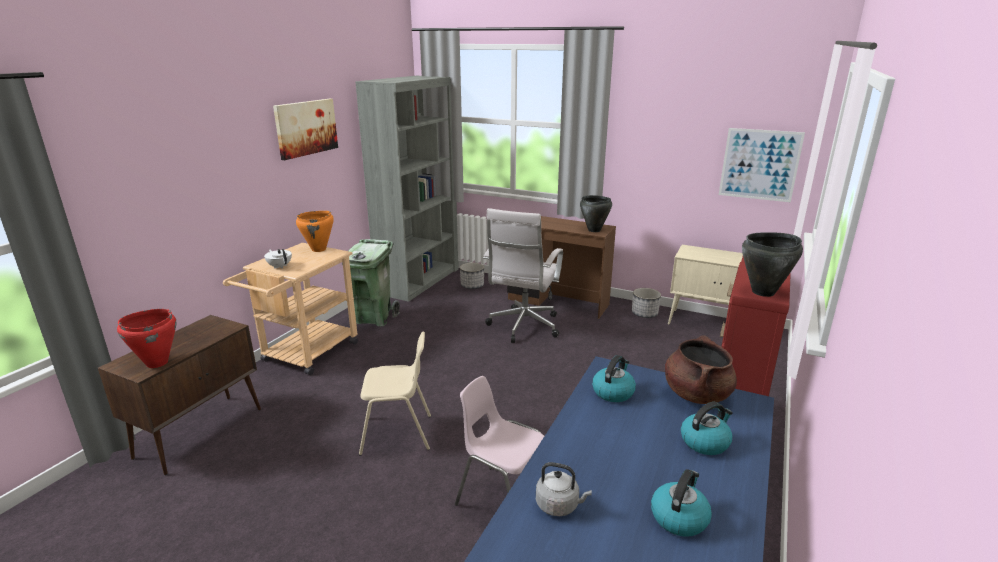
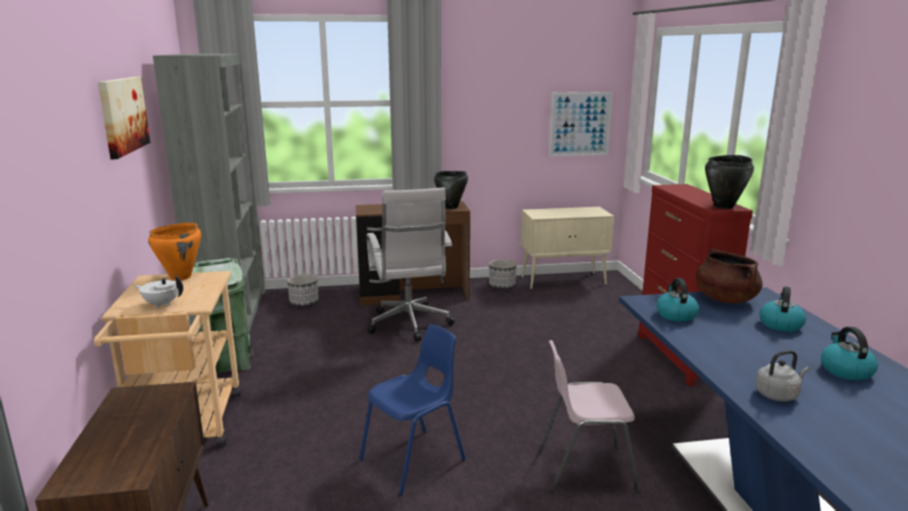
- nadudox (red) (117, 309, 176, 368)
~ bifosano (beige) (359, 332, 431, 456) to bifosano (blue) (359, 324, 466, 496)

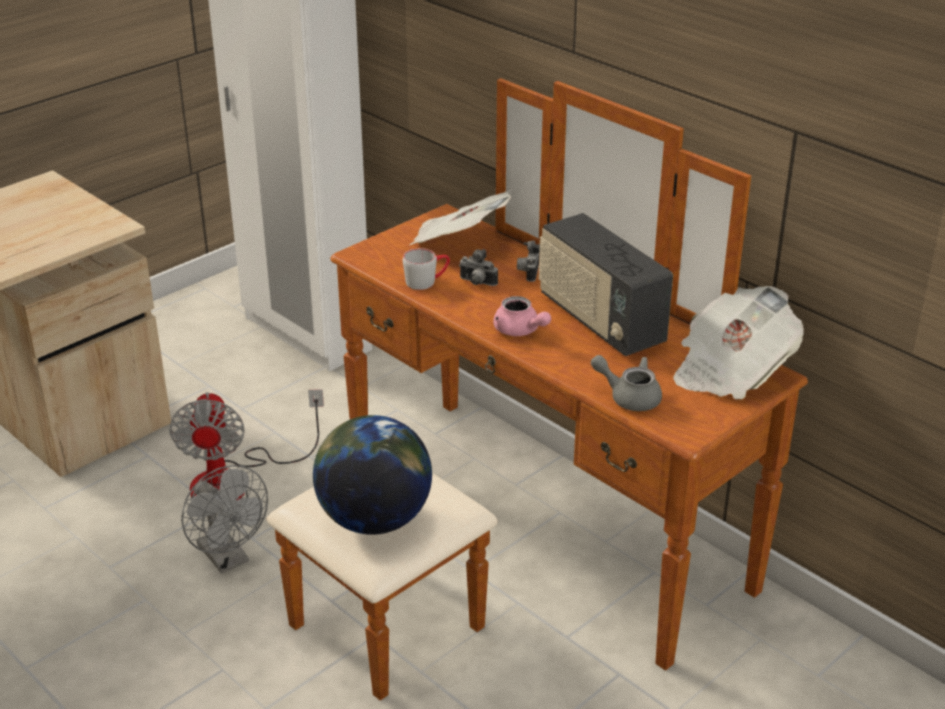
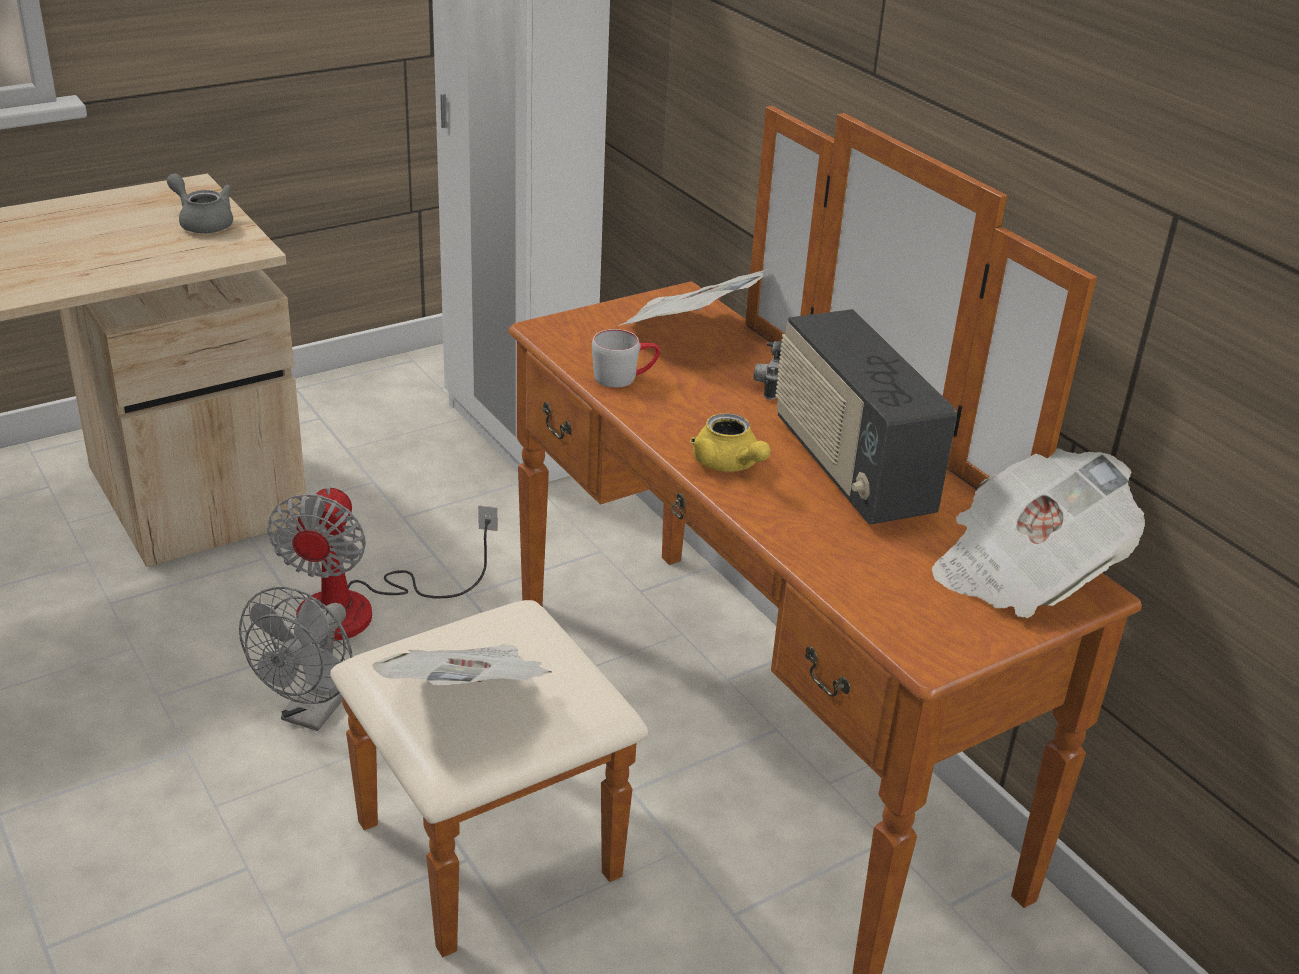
- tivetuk (459, 249, 498, 286)
~ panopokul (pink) (493, 296, 551, 336) to panopokul (yellow) (690, 413, 771, 472)
~ panopokul (grey) (591, 355, 662, 411) to (167, 173, 233, 233)
~ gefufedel (313, 415, 432, 535) to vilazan (372, 644, 552, 686)
~ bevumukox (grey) (181, 465, 268, 574) = (239, 587, 352, 731) 45 degrees clockwise

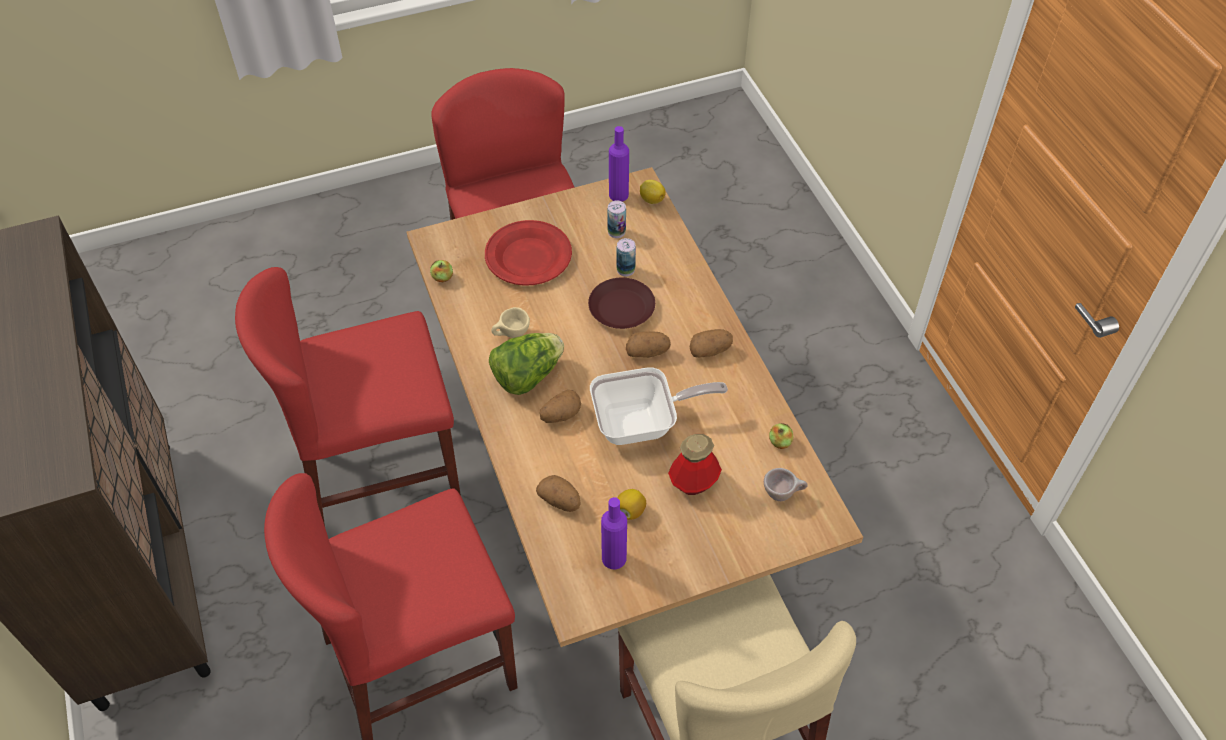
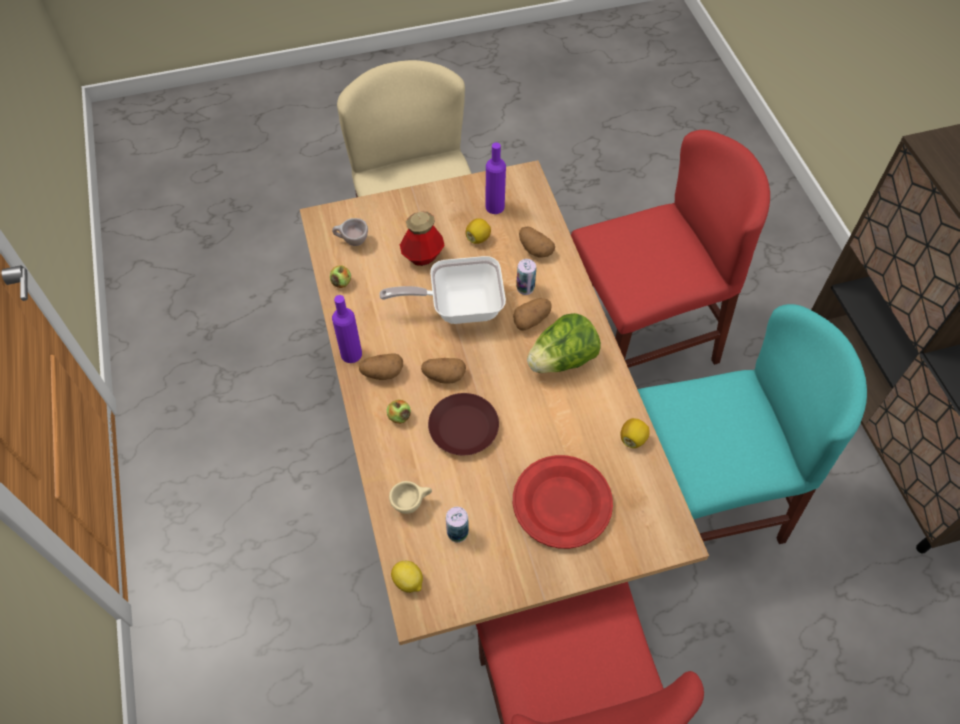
~ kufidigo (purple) (609, 126, 629, 202) to (332, 295, 362, 363)
~ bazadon (616, 238, 636, 276) to (516, 259, 536, 295)
~ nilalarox (430, 260, 453, 282) to (387, 399, 411, 424)
~ bifosano (red) (235, 267, 461, 526) to bifosano (turquoise) (637, 304, 867, 544)
~ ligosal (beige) (491, 307, 530, 338) to (389, 481, 432, 514)
+ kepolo (620, 418, 650, 448)

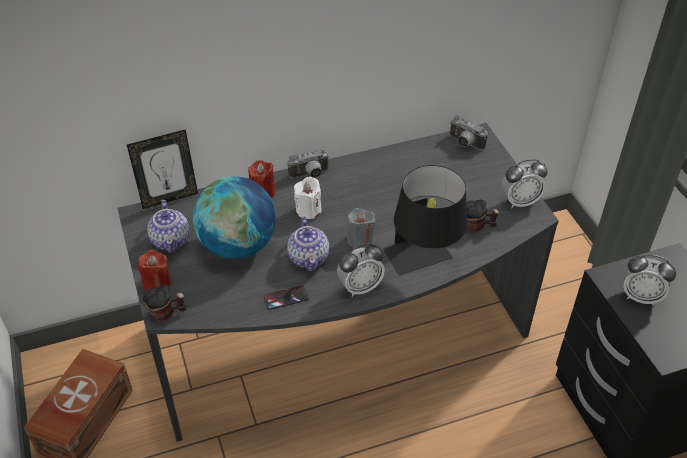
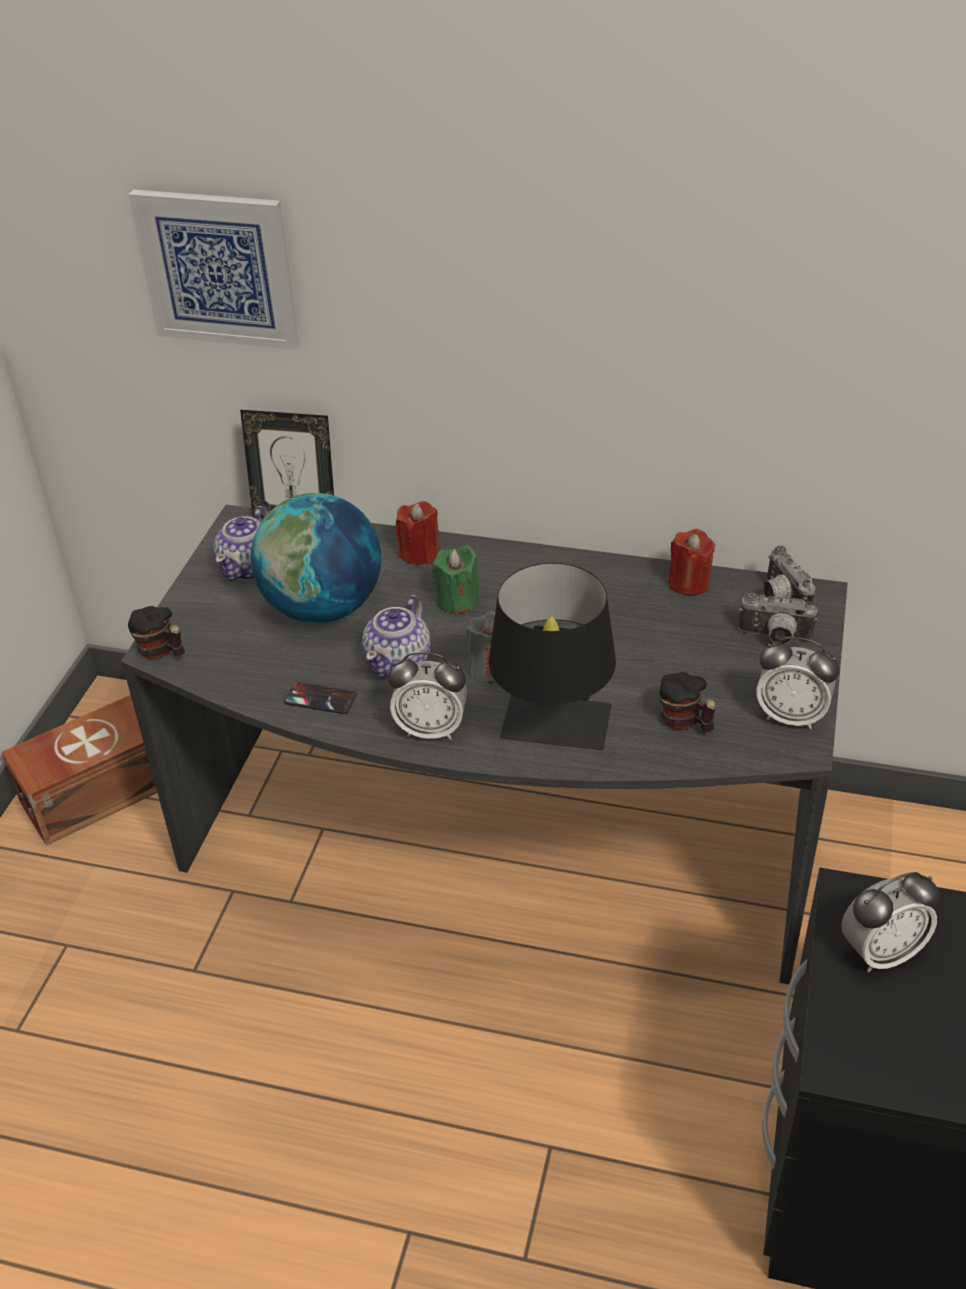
~ tivetuk (288, 150, 329, 179) to (738, 592, 818, 644)
~ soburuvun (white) (294, 177, 322, 219) to soburuvun (green) (431, 545, 481, 615)
~ soburuvun (red) (138, 250, 171, 292) to (668, 529, 715, 595)
~ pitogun (623, 254, 676, 306) = (841, 872, 940, 972) 75 degrees counterclockwise
+ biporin (128, 189, 299, 350)

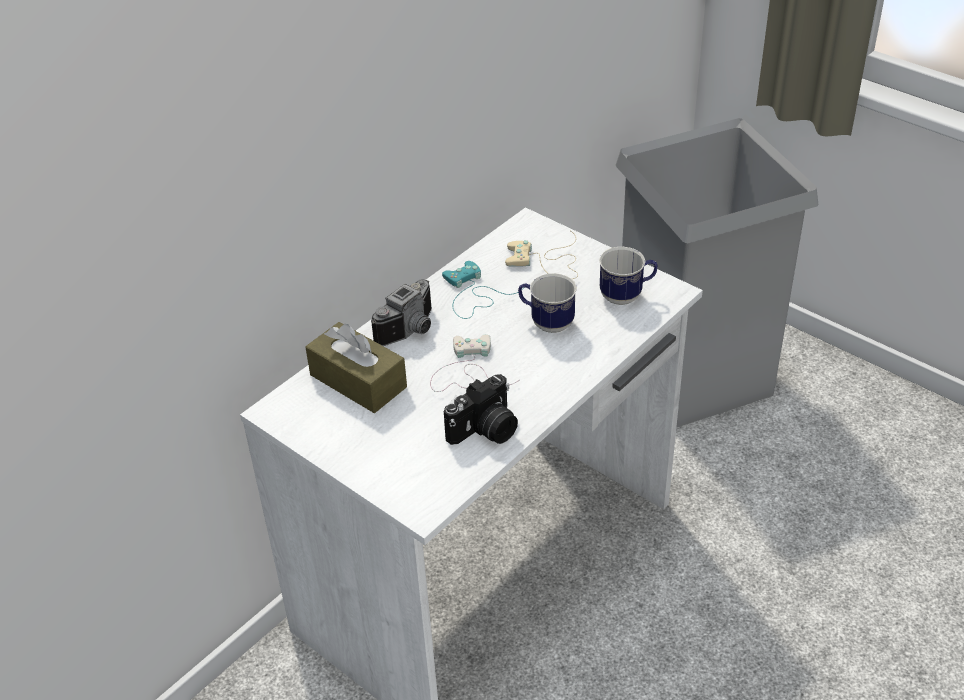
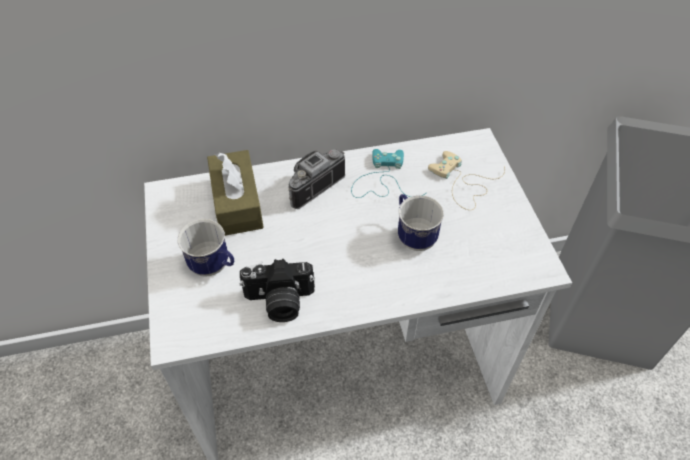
~ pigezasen (599, 247, 658, 305) to (177, 219, 234, 277)
~ tivetuk (371, 279, 432, 346) = (288, 149, 345, 209) 150 degrees clockwise
- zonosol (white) (430, 334, 519, 392)

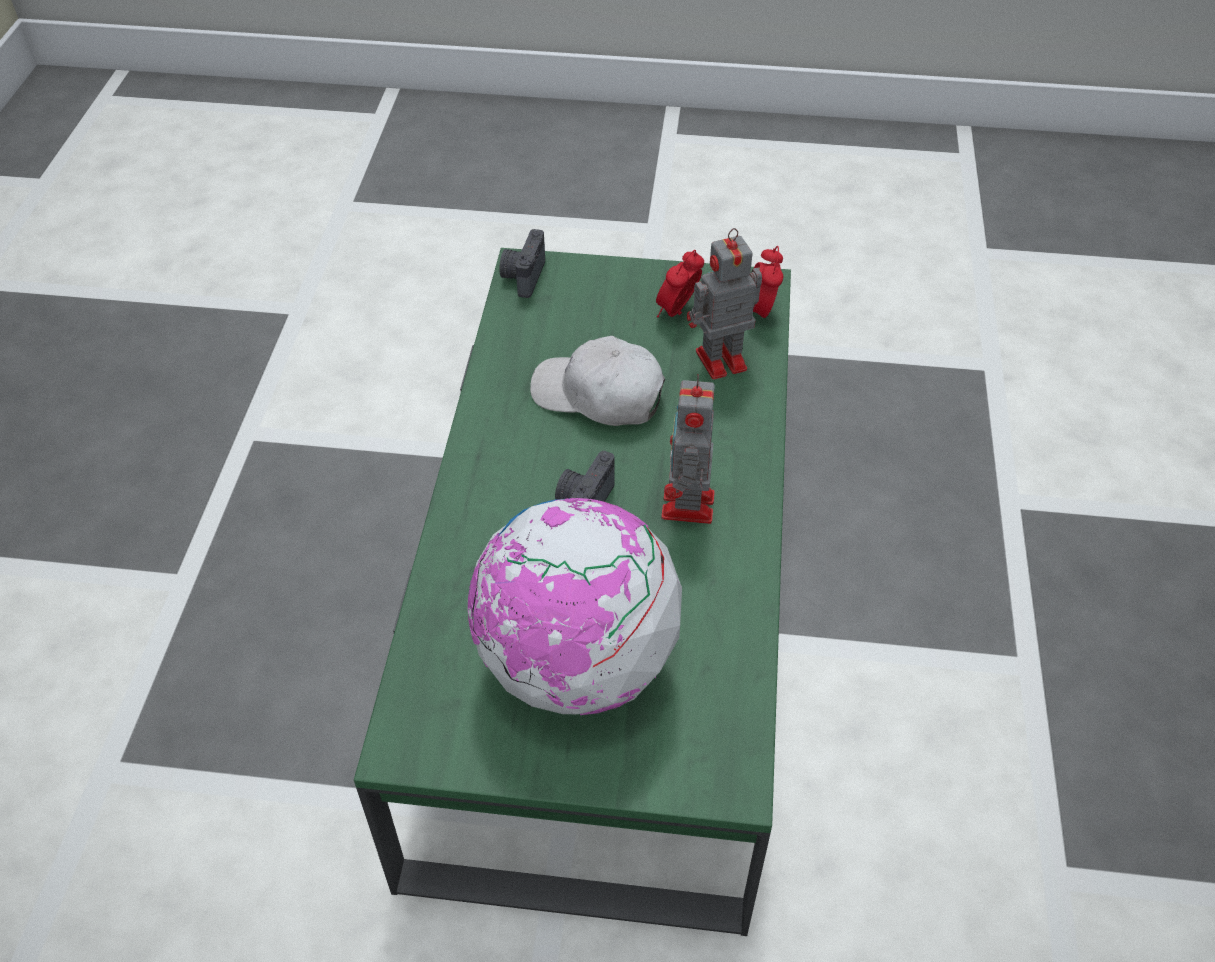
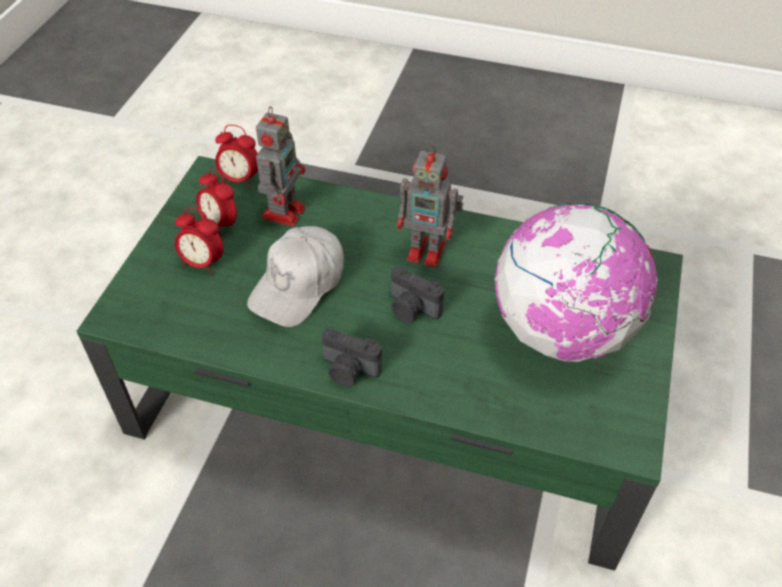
~ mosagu (687, 228, 762, 379) = (256, 106, 306, 226) 150 degrees counterclockwise
~ tivetuk (499, 229, 545, 298) to (322, 328, 382, 387)
+ pitogun (175, 207, 224, 275)

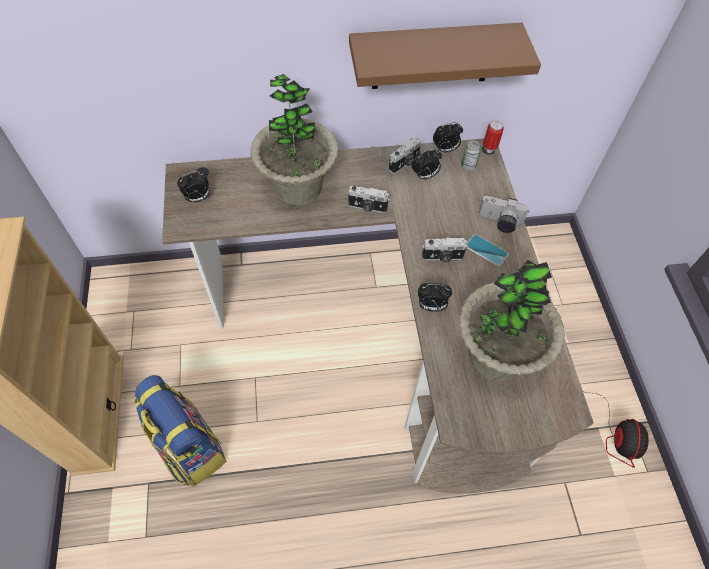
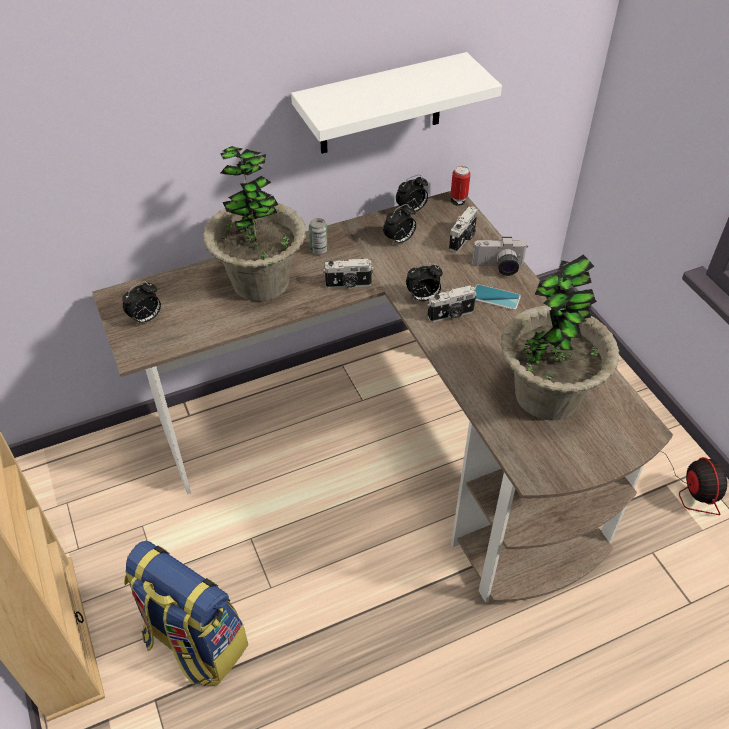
~ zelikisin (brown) (349, 22, 541, 89) to zelikisin (white) (291, 52, 502, 154)
~ tivetuk (389, 137, 421, 174) to (449, 206, 478, 253)
~ bazadon (461, 140, 481, 171) to (309, 218, 328, 254)
~ pitogun (418, 283, 452, 312) to (406, 263, 443, 301)

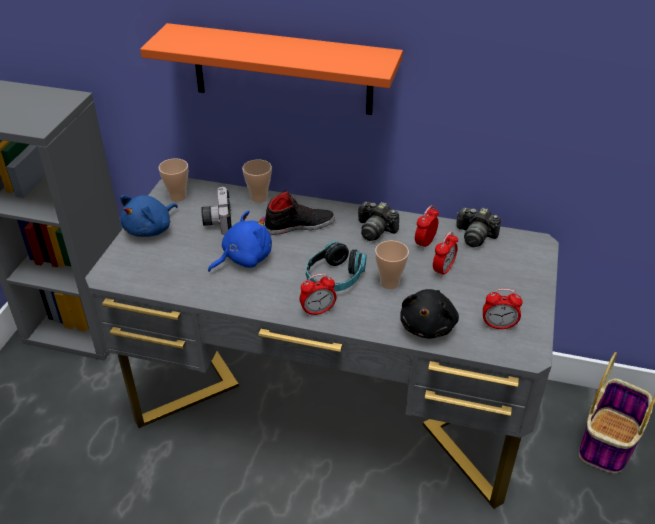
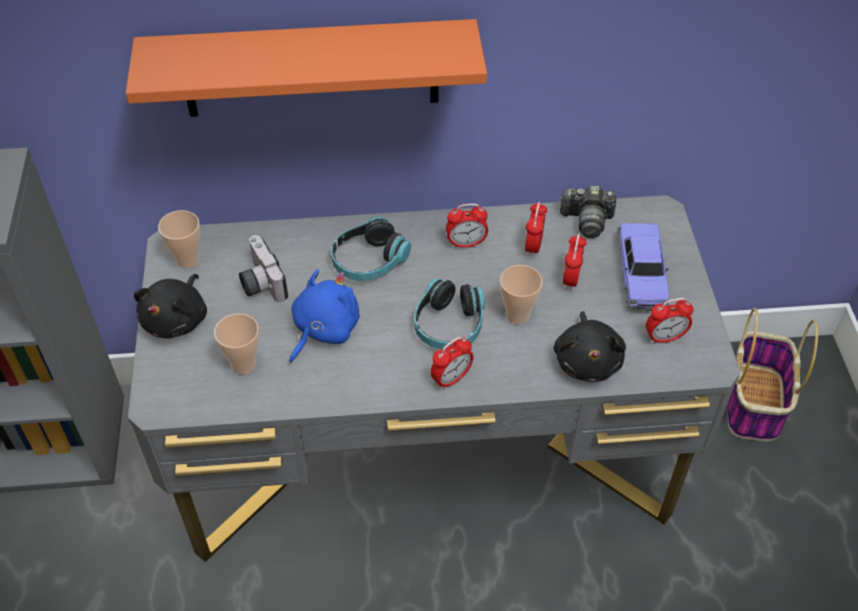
~ ligosal (242, 160, 272, 203) to (214, 314, 259, 374)
~ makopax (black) (265, 190, 335, 235) to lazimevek (331, 216, 411, 281)
~ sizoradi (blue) (120, 195, 178, 237) to sizoradi (black) (134, 274, 207, 338)
~ tivetuk (358, 201, 399, 241) to pitogun (446, 203, 488, 248)
+ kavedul (618, 223, 669, 311)

